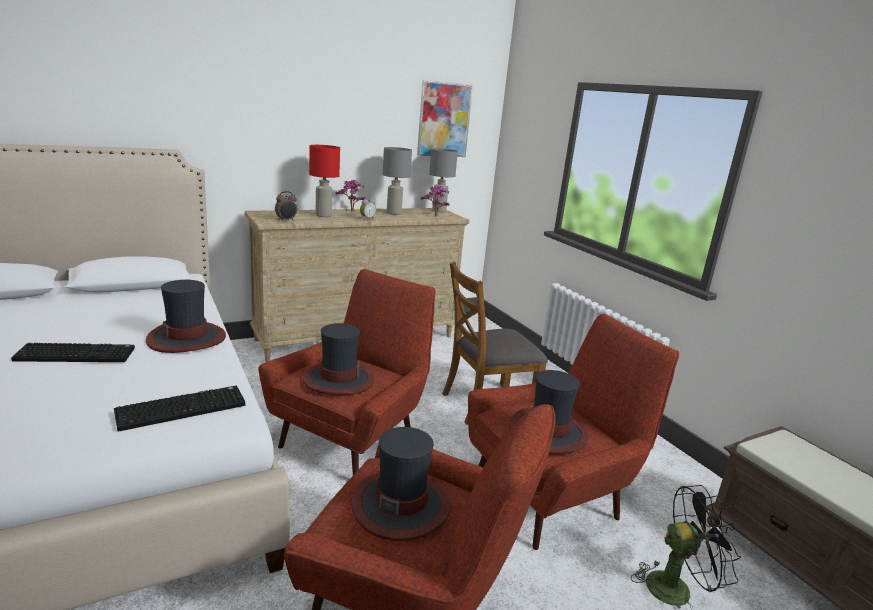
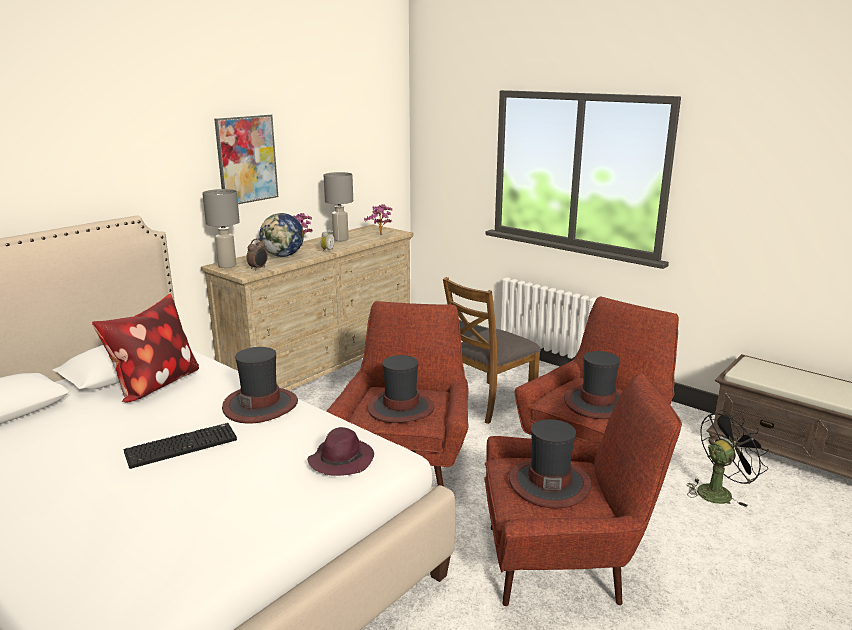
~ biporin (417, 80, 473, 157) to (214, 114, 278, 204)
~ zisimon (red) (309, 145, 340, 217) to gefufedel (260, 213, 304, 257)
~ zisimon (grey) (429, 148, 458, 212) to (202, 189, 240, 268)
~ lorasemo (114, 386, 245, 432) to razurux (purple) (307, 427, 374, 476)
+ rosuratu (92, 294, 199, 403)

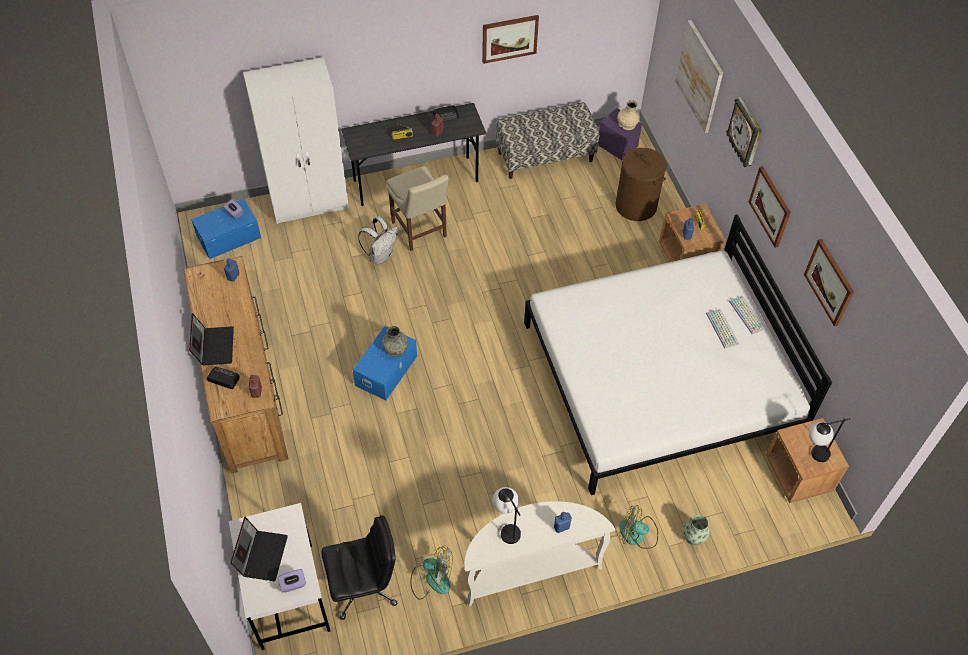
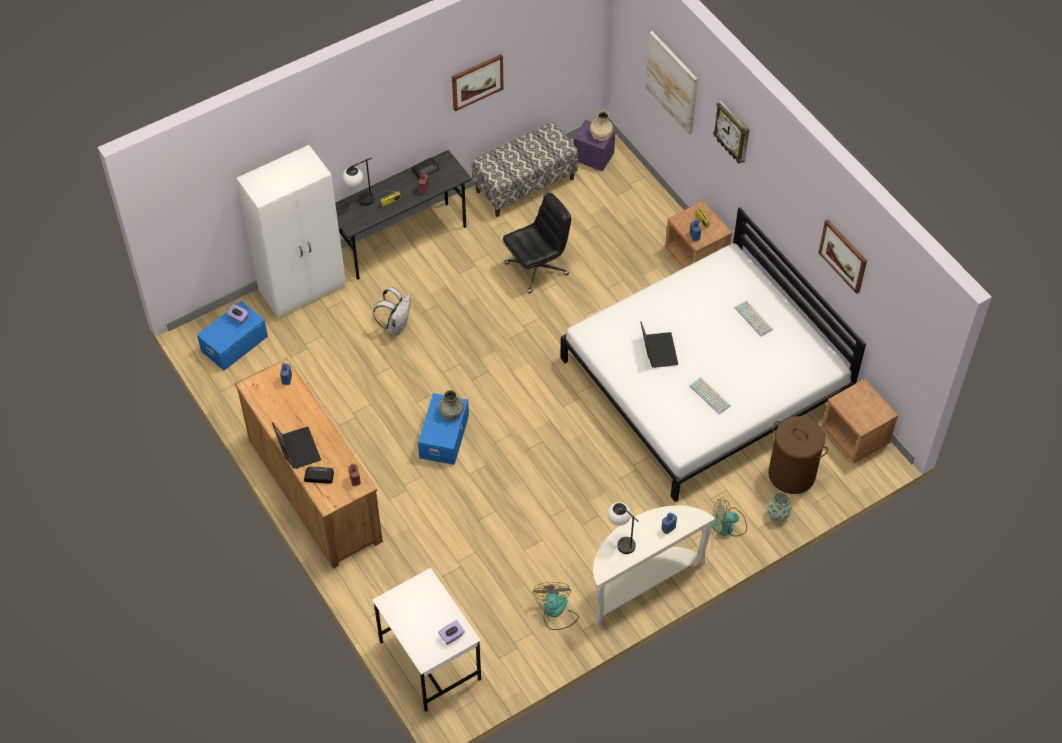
~ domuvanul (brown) (615, 148, 667, 221) to (768, 416, 828, 494)
- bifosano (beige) (386, 166, 449, 251)
- biporin (749, 166, 791, 248)
~ lorasemo (729, 296, 766, 334) to (689, 377, 731, 414)
~ zisimon (808, 418, 851, 462) to (343, 157, 374, 206)
~ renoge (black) (321, 515, 397, 620) to (503, 193, 571, 294)
~ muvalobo (231, 517, 288, 581) to (640, 321, 678, 368)
~ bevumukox (410, 545, 453, 600) = (532, 582, 579, 630) 90 degrees counterclockwise

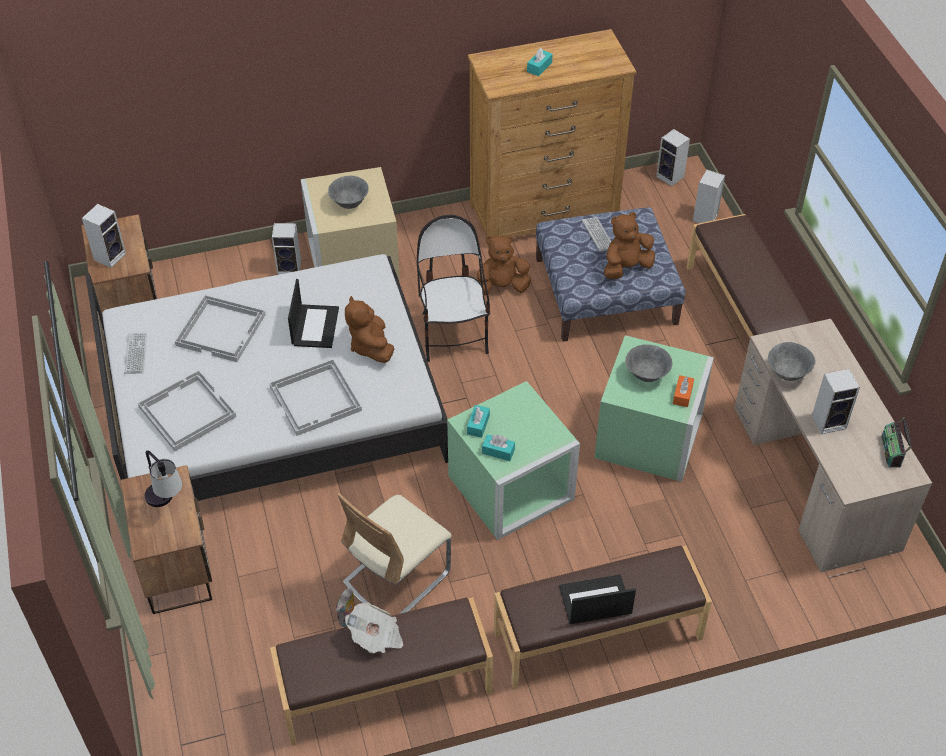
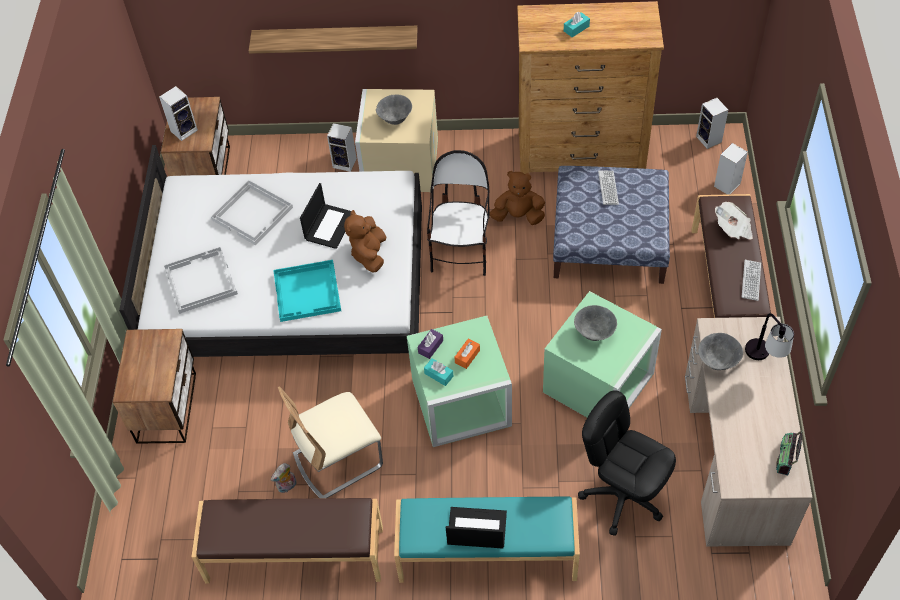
- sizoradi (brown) (604, 212, 655, 279)
~ lorasemo (124, 333, 147, 374) to (742, 260, 761, 301)
~ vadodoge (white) (269, 359, 362, 436) to vadodoge (turquoise) (273, 260, 341, 322)
- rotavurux (812, 369, 860, 434)
~ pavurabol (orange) (673, 375, 694, 407) to (454, 339, 480, 369)
~ pavurabol (turquoise) (467, 405, 490, 438) to pavurabol (purple) (418, 329, 443, 359)
~ zisimon (145, 450, 182, 507) to (745, 313, 794, 360)
~ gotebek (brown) (494, 546, 712, 689) to gotebek (turquoise) (394, 497, 580, 583)
~ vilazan (345, 602, 403, 653) to (715, 202, 753, 240)
+ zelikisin (249, 26, 418, 54)
+ renoge (black) (578, 390, 676, 536)

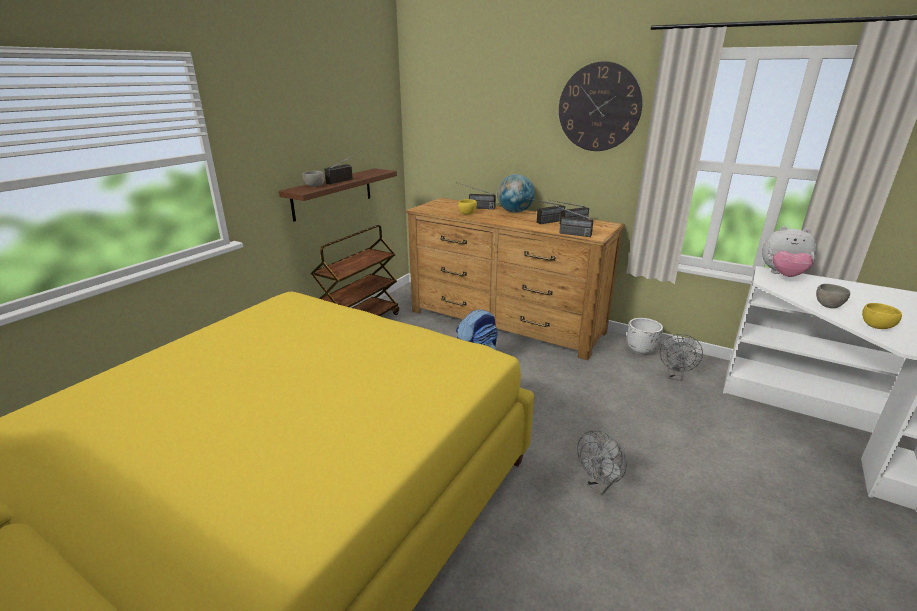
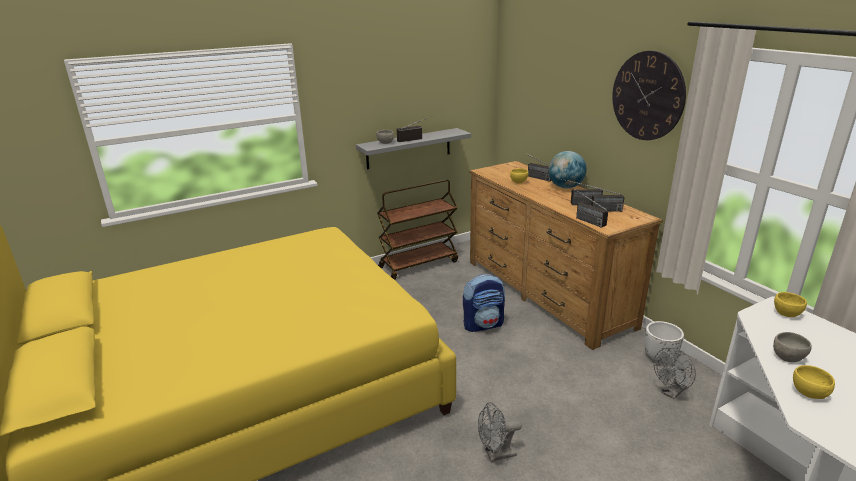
~ zelikisin (brown) (279, 168, 397, 222) to zelikisin (grey) (356, 128, 471, 169)
~ sizoradi (762, 226, 817, 277) to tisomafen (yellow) (774, 292, 807, 317)

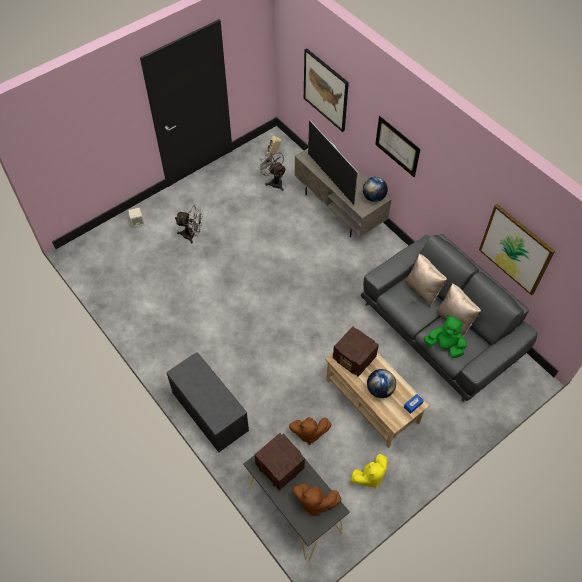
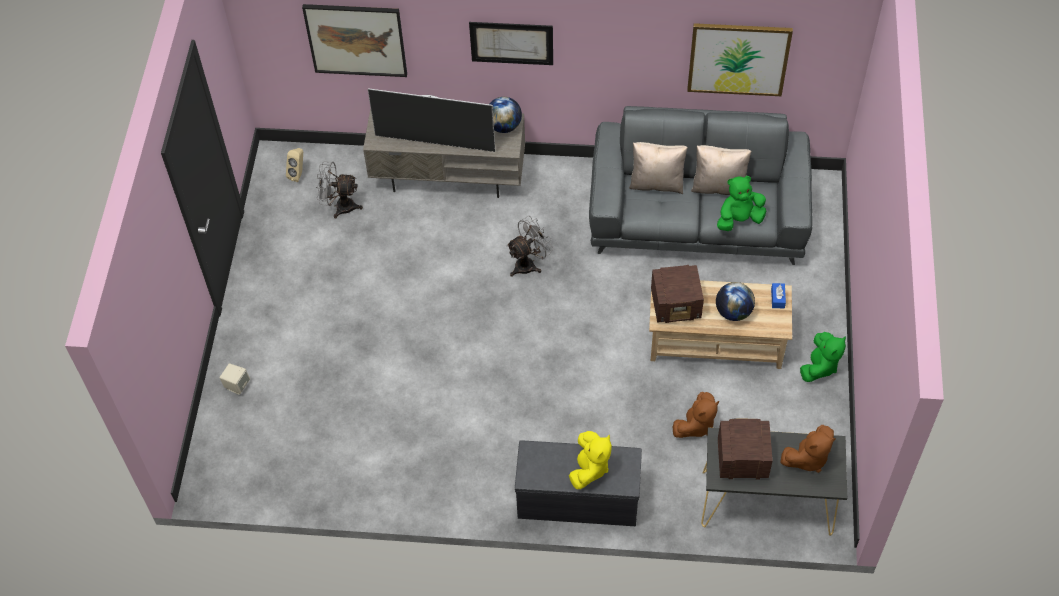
~ bevumukox (grey) (175, 205, 203, 243) to (507, 216, 554, 277)
~ sizoradi (yellow) (351, 454, 388, 488) to (569, 431, 612, 489)
+ sizoradi (green) (800, 332, 846, 382)

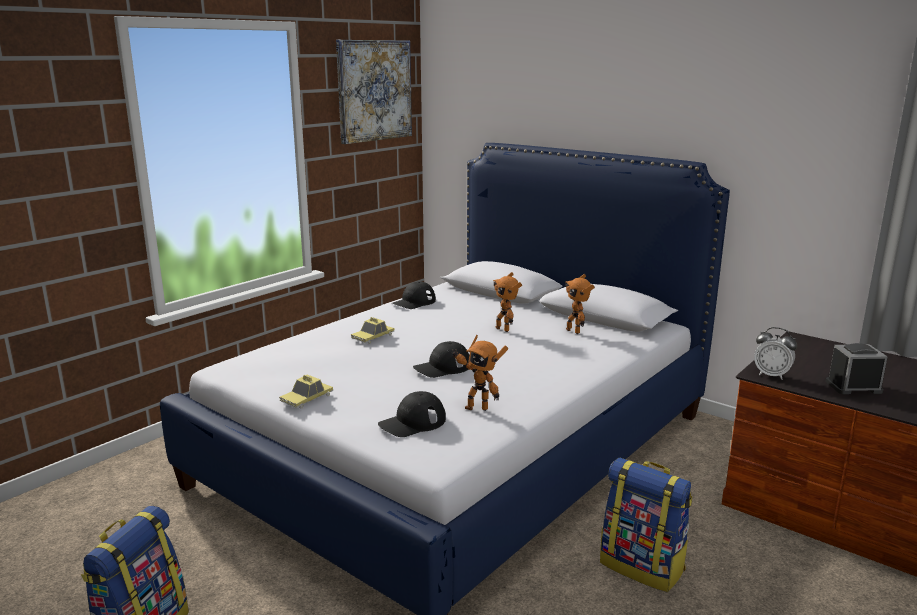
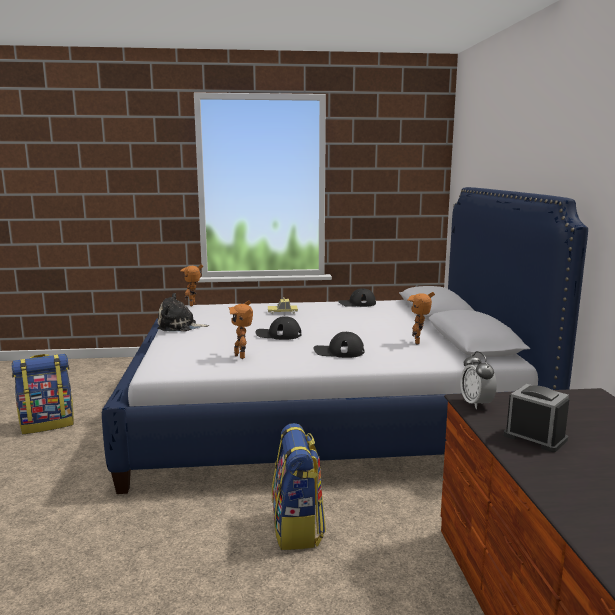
- biporin (336, 40, 412, 144)
~ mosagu (493, 272, 522, 332) to (181, 264, 203, 306)
~ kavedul (279, 374, 333, 409) to sizoradi (157, 293, 209, 332)
~ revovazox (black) (378, 391, 446, 437) to (314, 332, 365, 358)

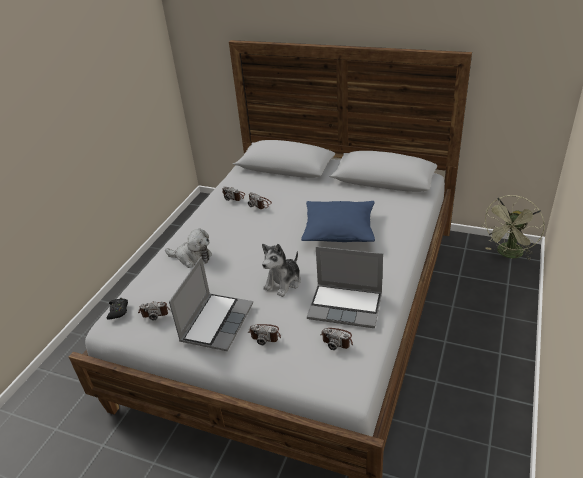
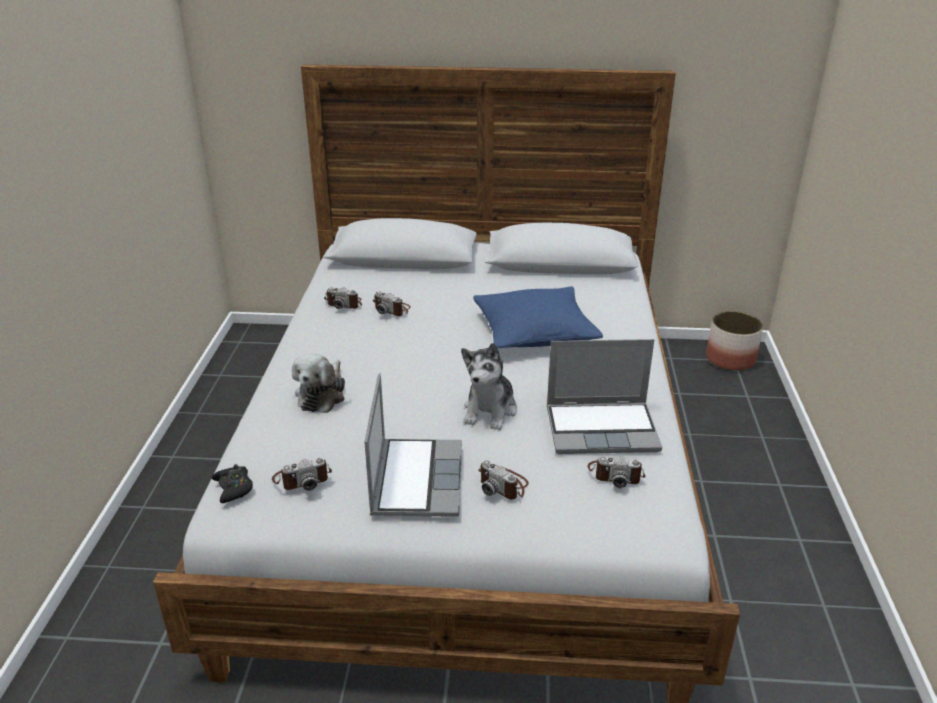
~ bevumukox (green) (482, 195, 545, 260) to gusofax (706, 311, 763, 371)
~ sizoradi (165, 228, 212, 268) = (292, 353, 345, 413) 105 degrees clockwise
~ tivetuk (248, 324, 281, 345) = (478, 460, 529, 500) 45 degrees clockwise

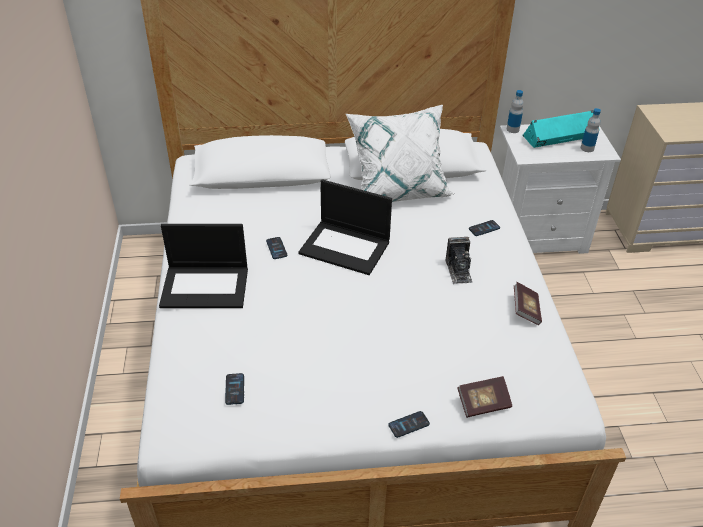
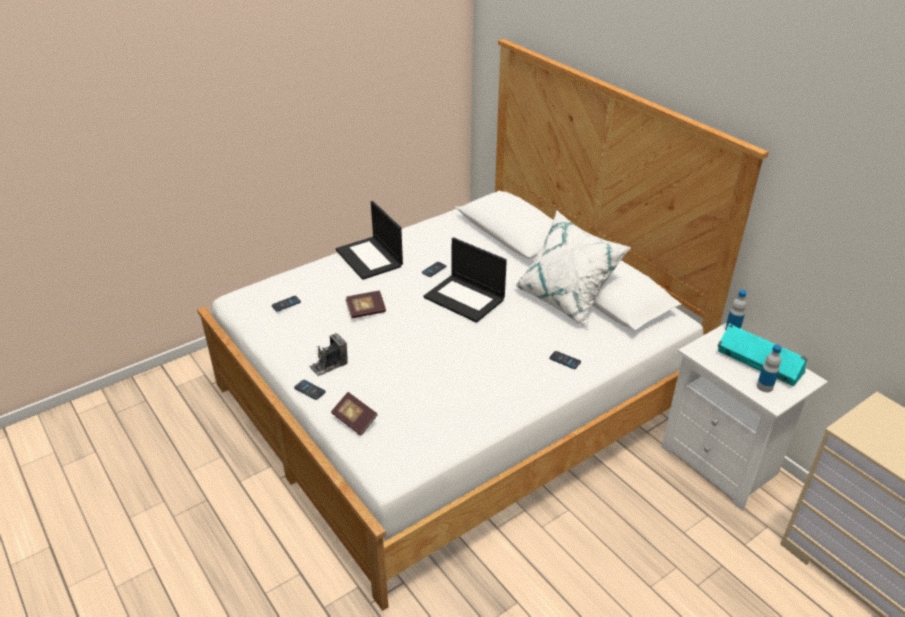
~ muvalobo (299, 179, 392, 275) = (423, 237, 507, 323) 45 degrees counterclockwise
~ tivetuk (445, 237, 473, 284) to (309, 333, 348, 376)
~ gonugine (514, 282, 542, 325) to (345, 291, 386, 318)

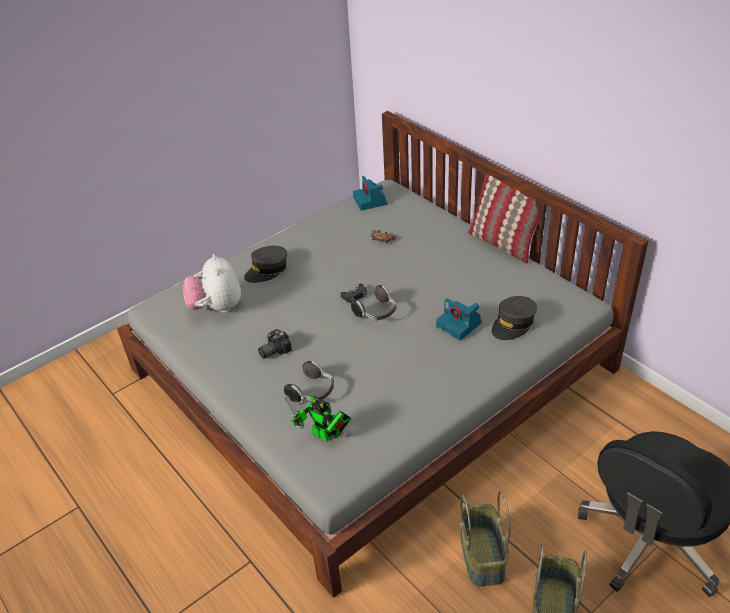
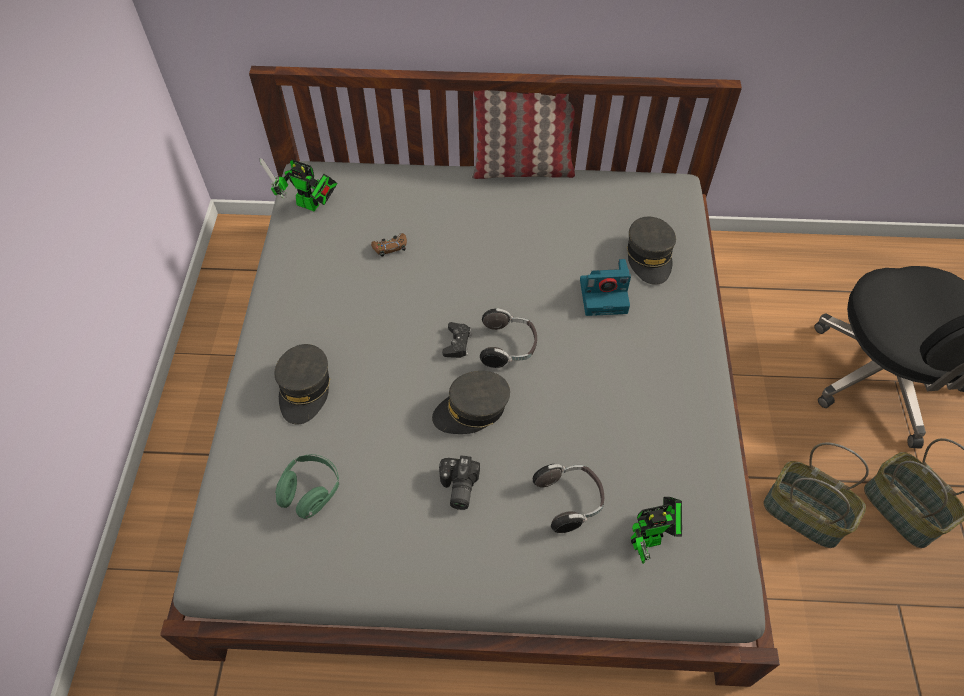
~ tivetuk (353, 176, 388, 211) to mosagu (260, 158, 337, 211)
~ sizoradi (183, 254, 241, 313) to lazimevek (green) (275, 454, 340, 519)
+ revovazox (grey) (432, 371, 510, 434)

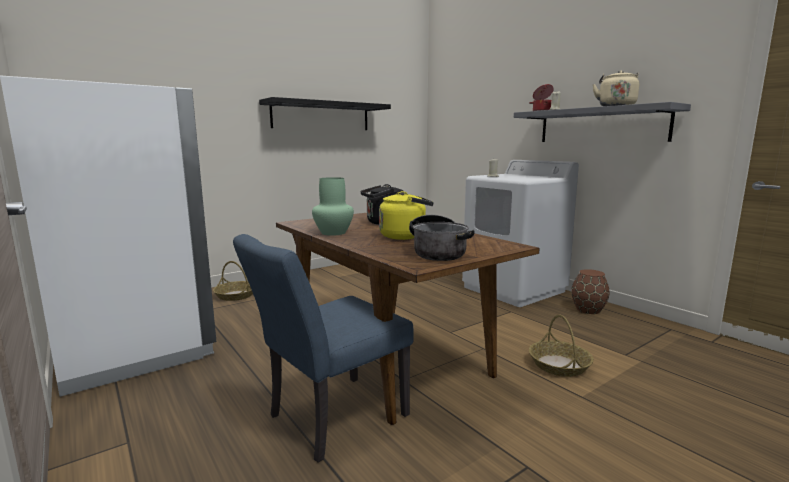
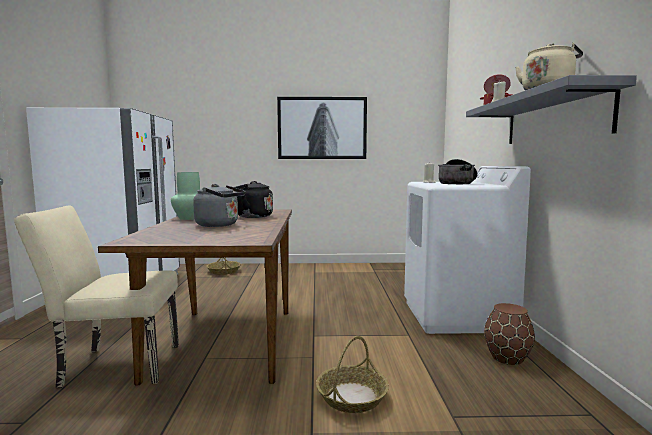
~ zelikisin (black) (259, 97, 391, 130) to biporin (277, 97, 367, 159)
~ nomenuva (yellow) (379, 191, 434, 240) to nomenuva (grey) (193, 184, 246, 227)
~ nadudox (409, 215, 475, 261) to (438, 159, 477, 184)
~ bifosano (blue) (233, 234, 414, 463) to bifosano (beige) (14, 206, 179, 388)

